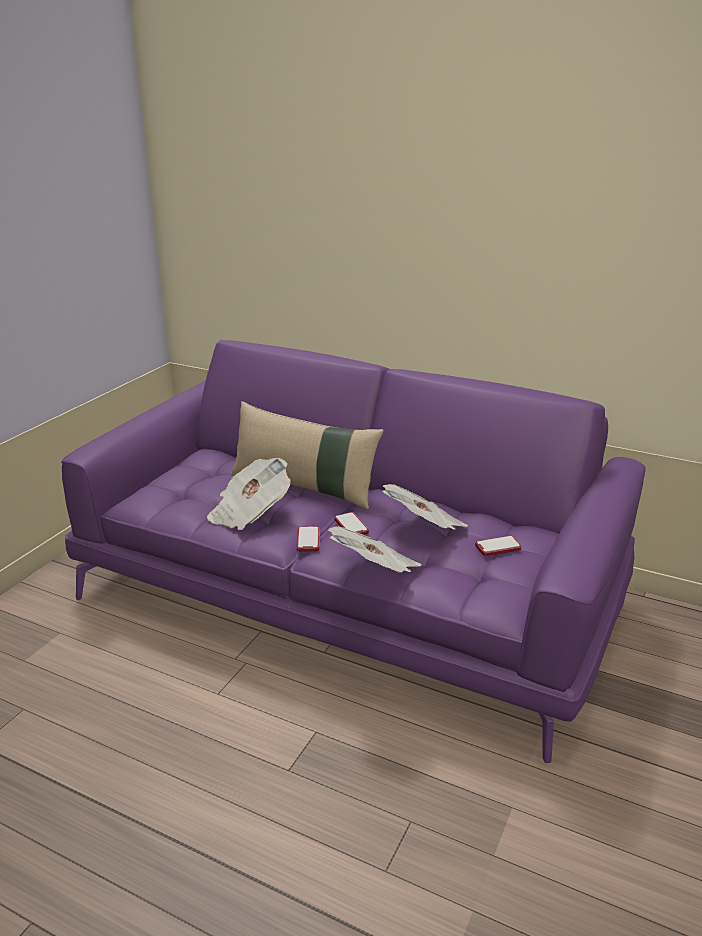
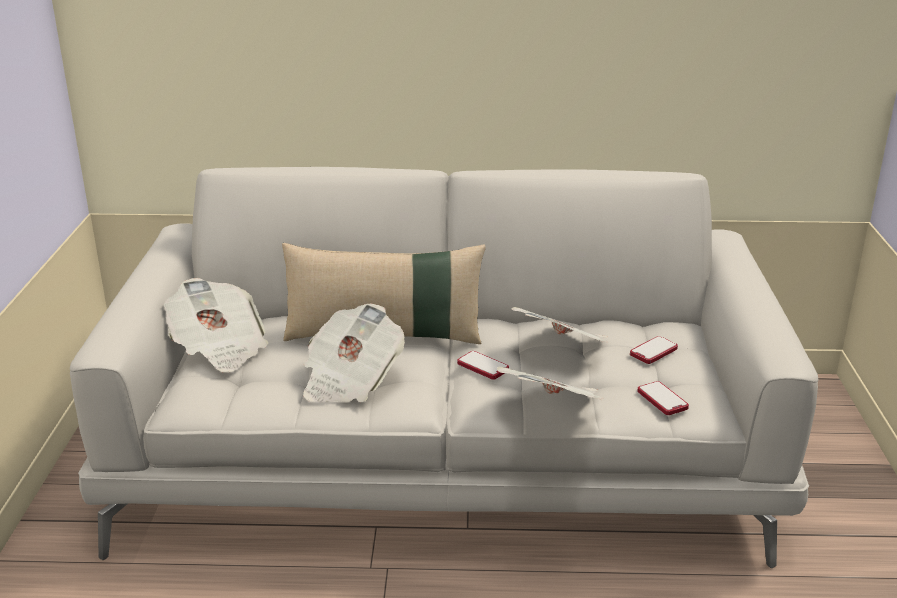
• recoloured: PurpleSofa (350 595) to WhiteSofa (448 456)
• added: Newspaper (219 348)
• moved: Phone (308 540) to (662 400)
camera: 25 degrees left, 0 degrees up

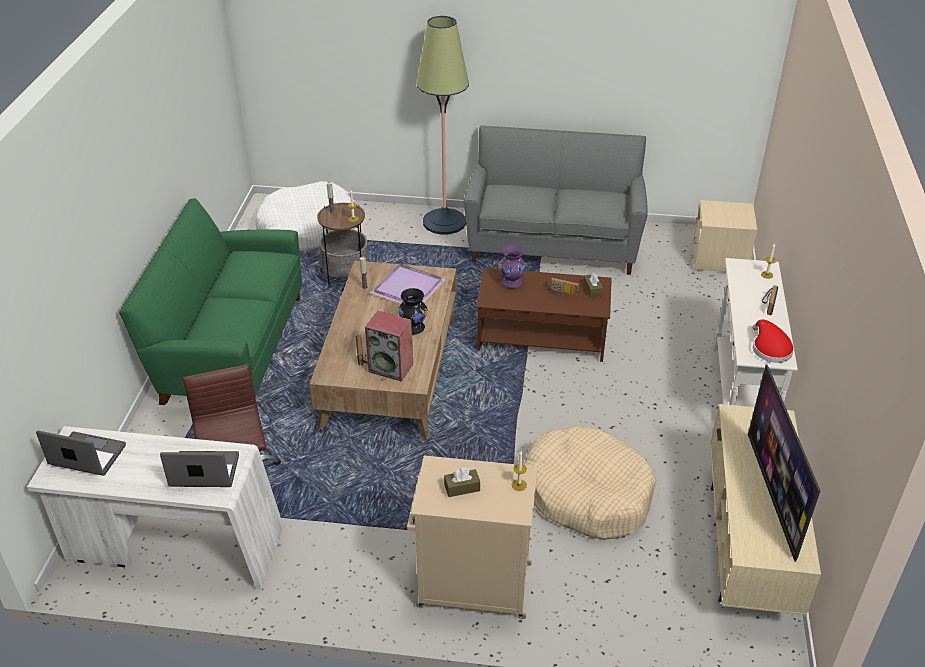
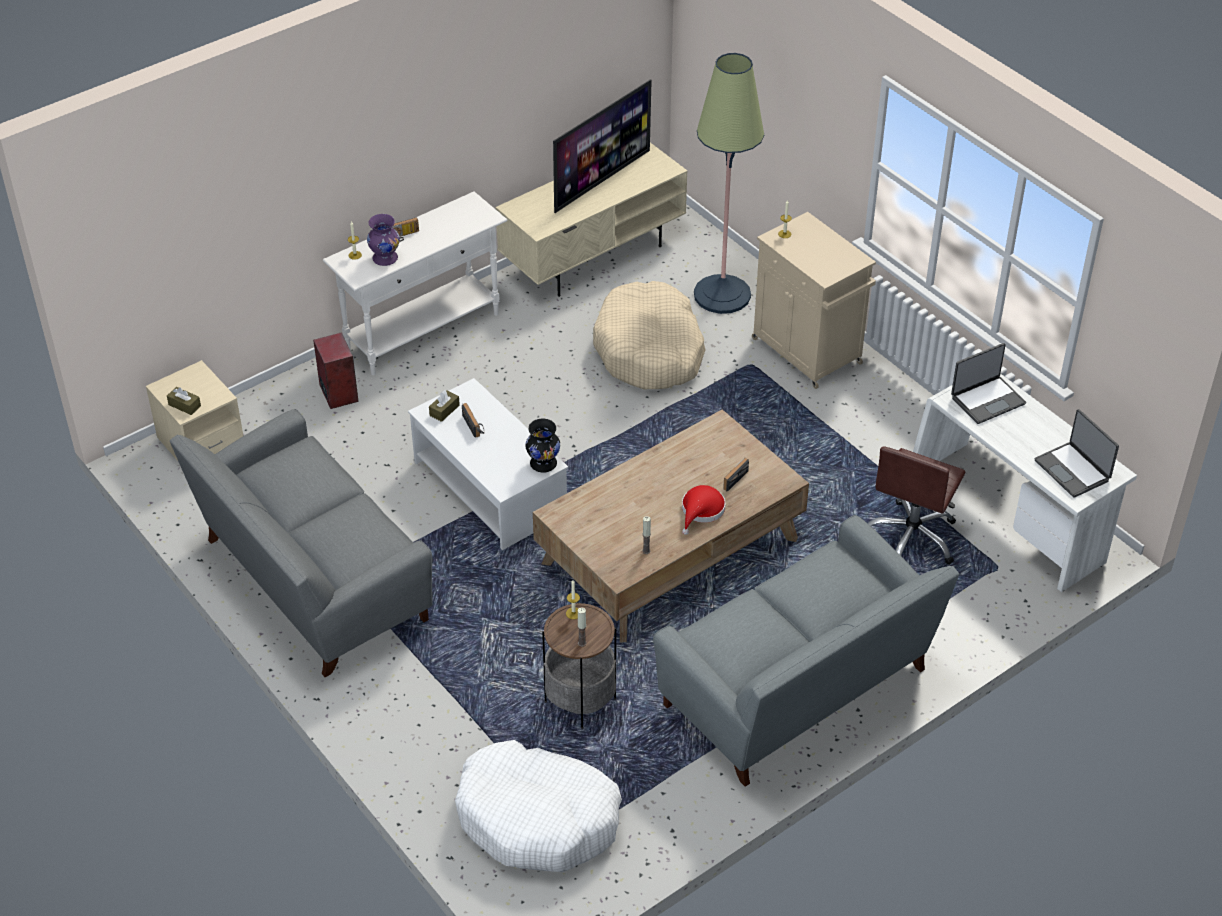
• moved: BrownTissueBox (462 488) to (184 405)
• moved: Speaker (391 368) to (338 393)
• moved: PurpleVase (511 282) to (385 259)
• recoloured: BrownCoffeeTable (542 336) to WhiteCoffeeTable (489 488)
• moved: BlackVase (413 328) to (543 463)
• recoloured: GreenSofa (230 348) to GreySofa (797 690)
• moved: RedHat (770 348) to (701 511)
• moved: FloorLamp (444 222) to (722 295)
• turned: Laptop (204 472) = (987 400) 75 degrees counterclockwise
• removed: PurpleTray (406 288)
camera: 135 degrees left, 5 degrees up

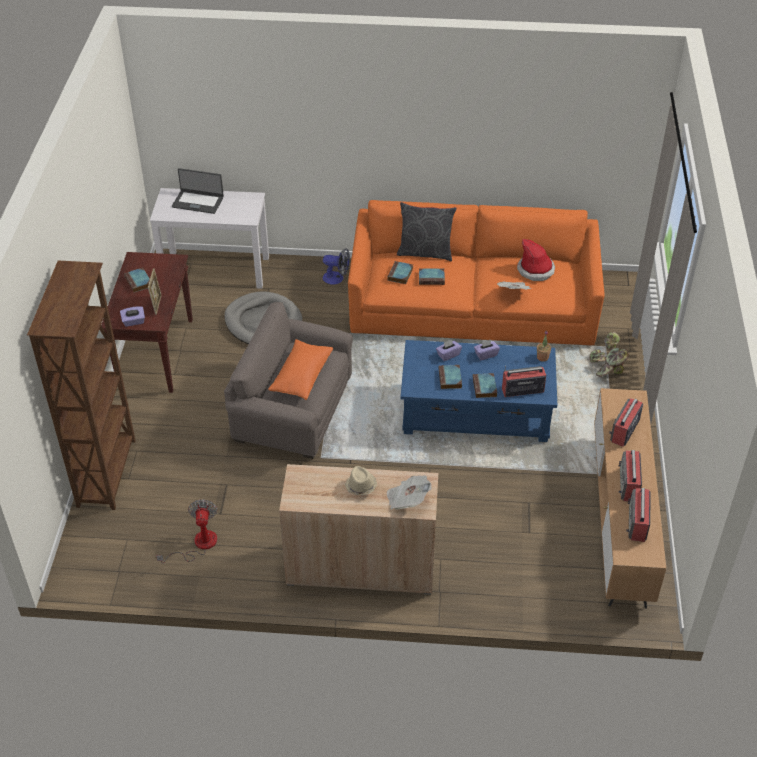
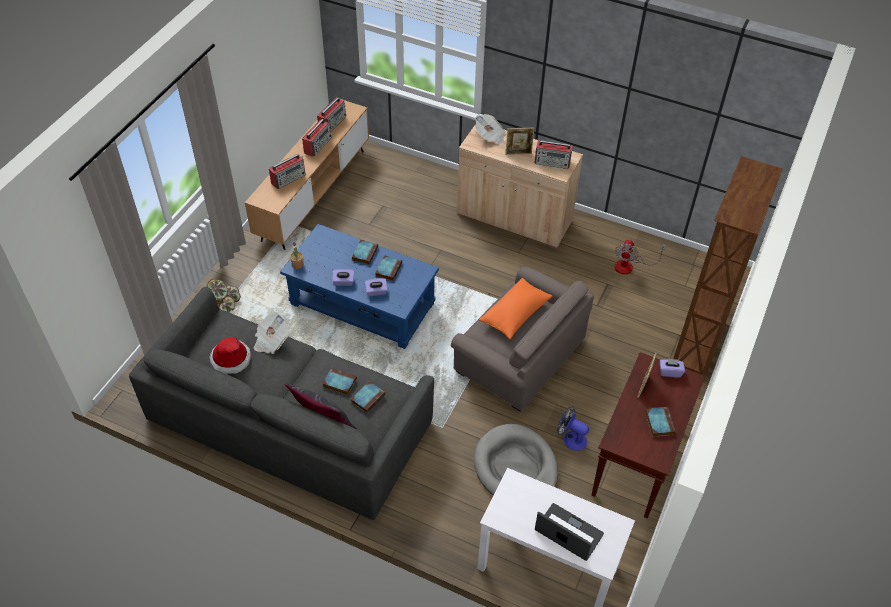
• recoloured: OrangeSofa (473 303) to GreySofa (289 419)
• replaced: BeigeHat (361 486) to PictureFrame (518 153)
• moved: Radio (522 390) to (553 162)
• moved: Fan (337 278) to (571 438)
camera: 160 degrees left, 5 degrees up

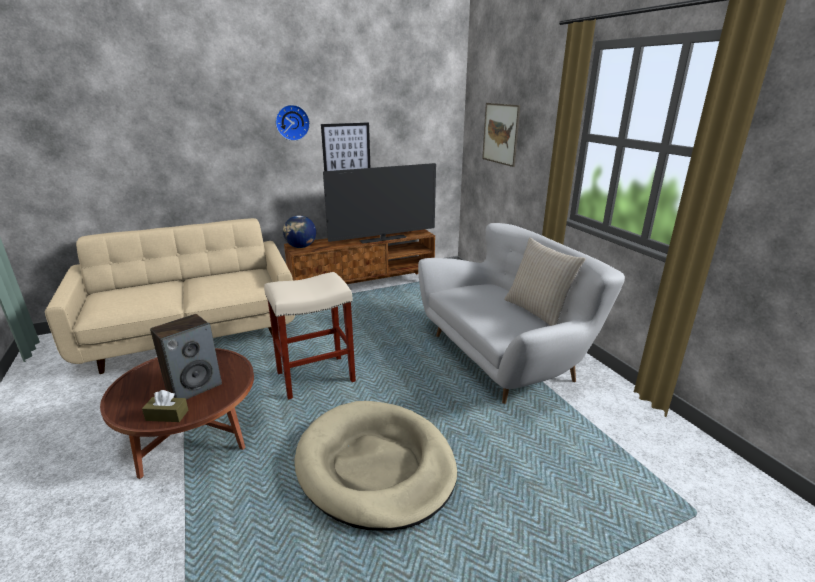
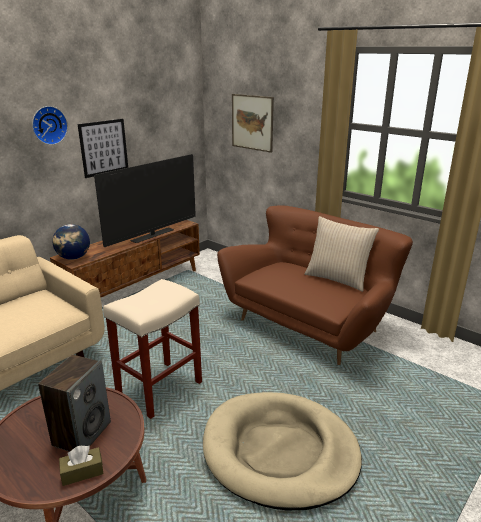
• recoloured: WhiteSofa (504 356) to BrownSofa (310 324)
camera: 25 degrees left, 0 degrees up

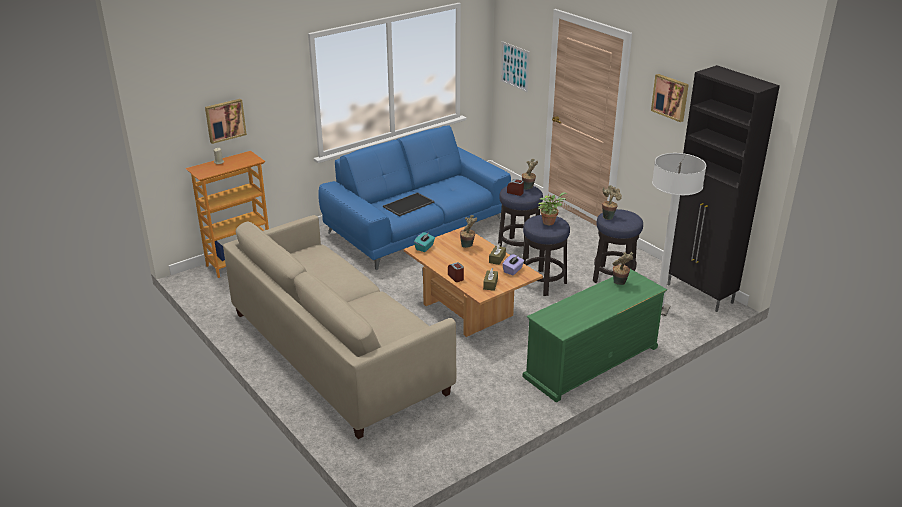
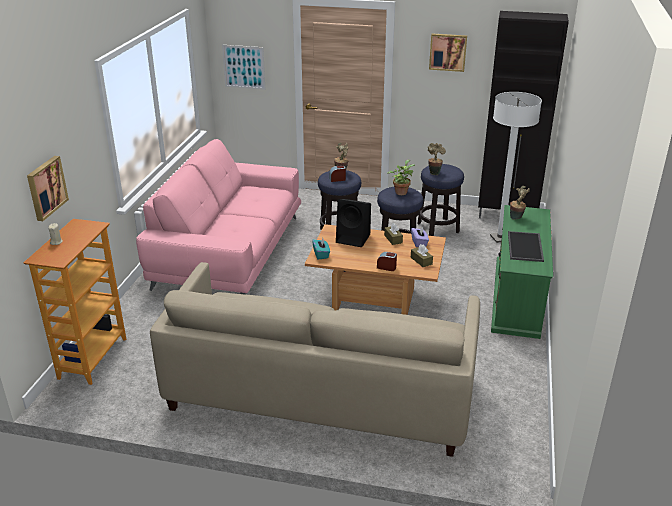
• recoloured: BlueSofa (417 227) to PinkSofa (229 251)
• replaced: PottedPlant (468 246) to BlackSpeaker (354 238)
• moved: Tray (408 205) to (526 247)
camera: 40 degrees left, 0 degrees up

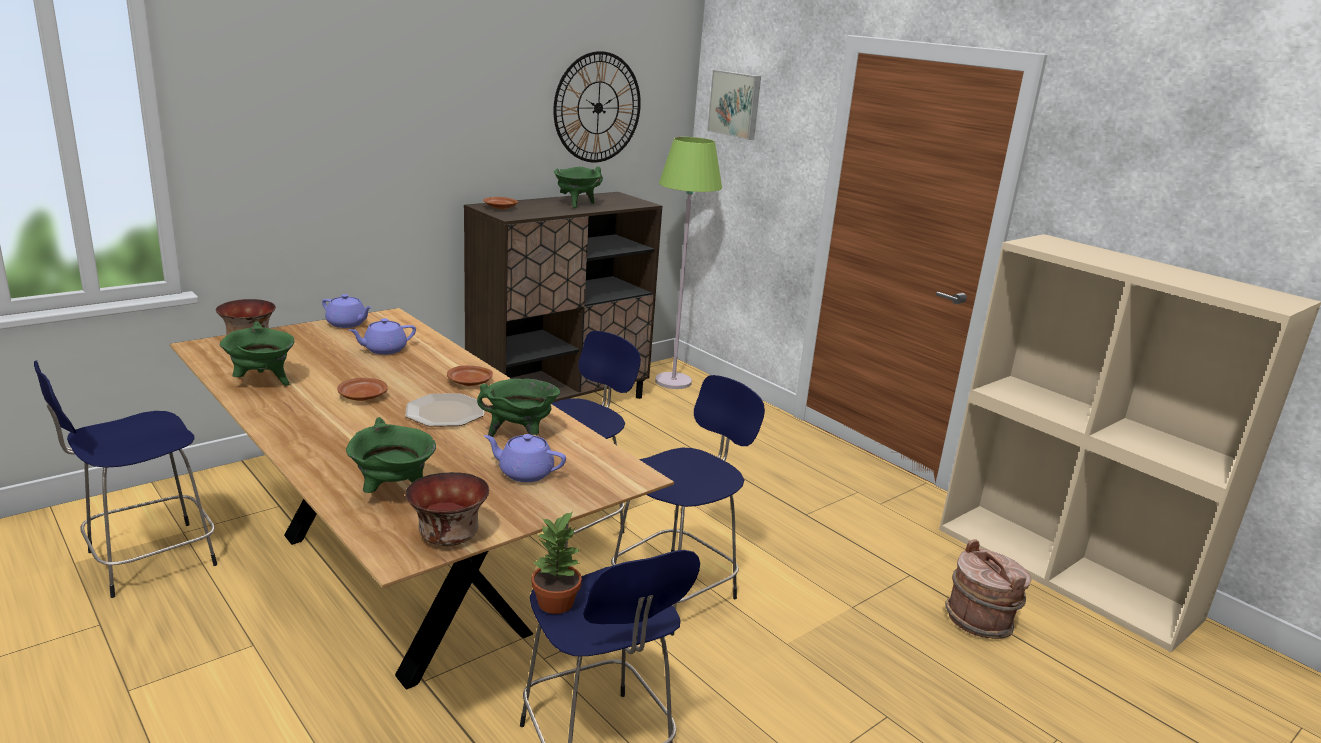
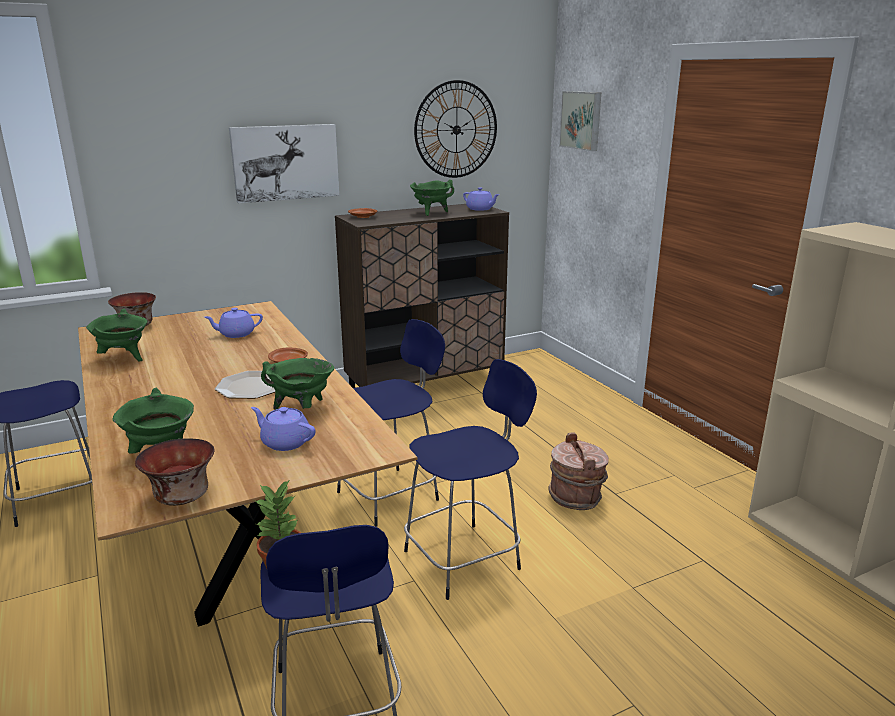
• added: Picture (285 162)
• moved: PurpleTeapot (347 324) to (480 209)
• moved: BrownBucket (980 620) to (576 497)
• removed: BrownPlate (362 396)
• removed: GreenFloorLamp (673 382)
camera: 15 degrees right, 0 degrees up

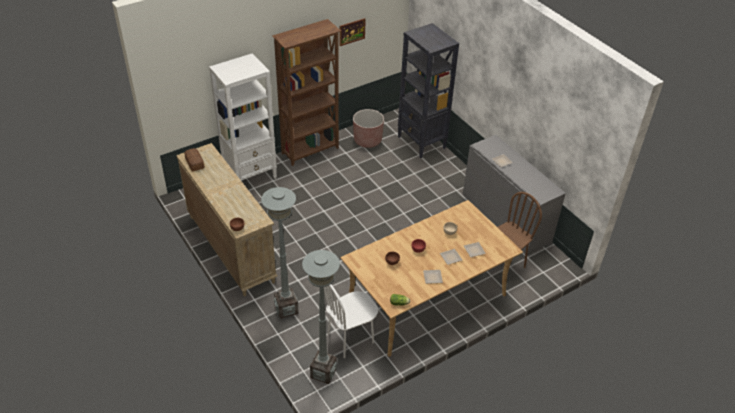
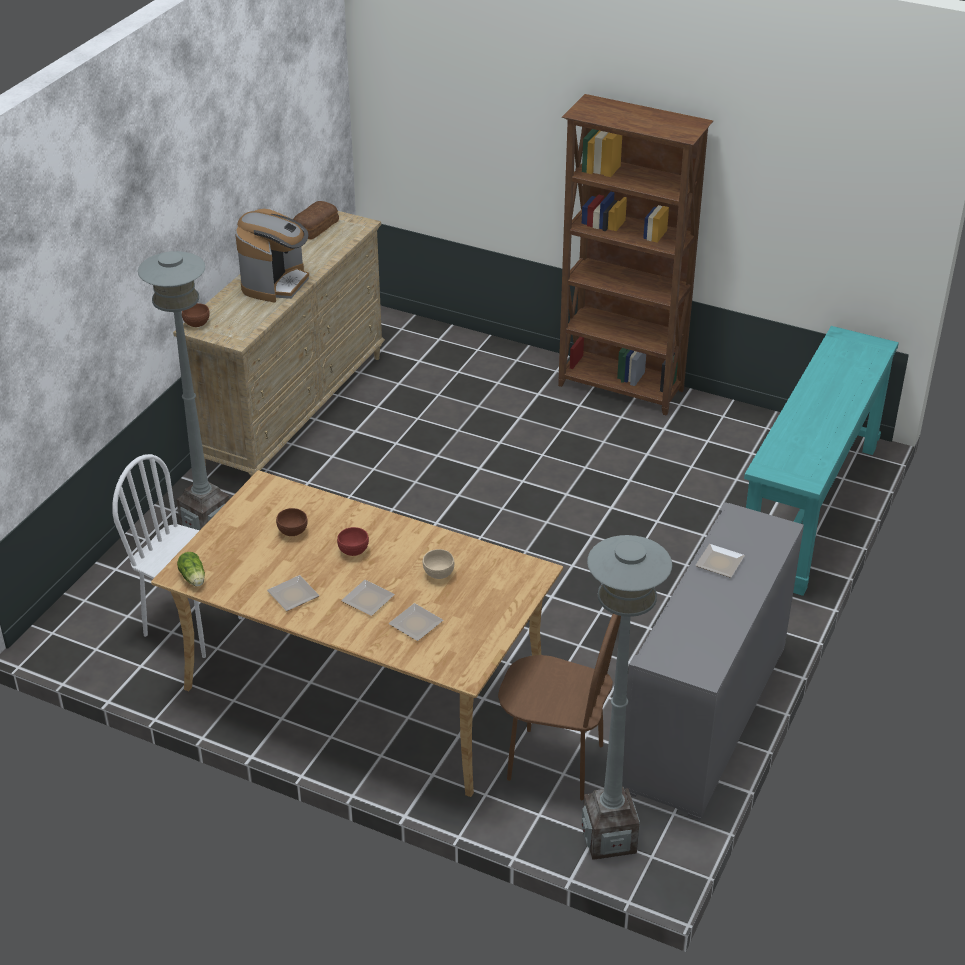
• added: CoffeeMachine (276 283)
• moved: GreyFloorLamp (323 373) to (608 838)
• replaced: BlackBookcase (421 142) to TurquoiseConsoleTable (809 509)
• removed: WhiteBookcase (251 176)
• removed: Picture (352 32)
• removed: BrownPlanter (367 140)
camera: 60 degrees right, 5 degrees down

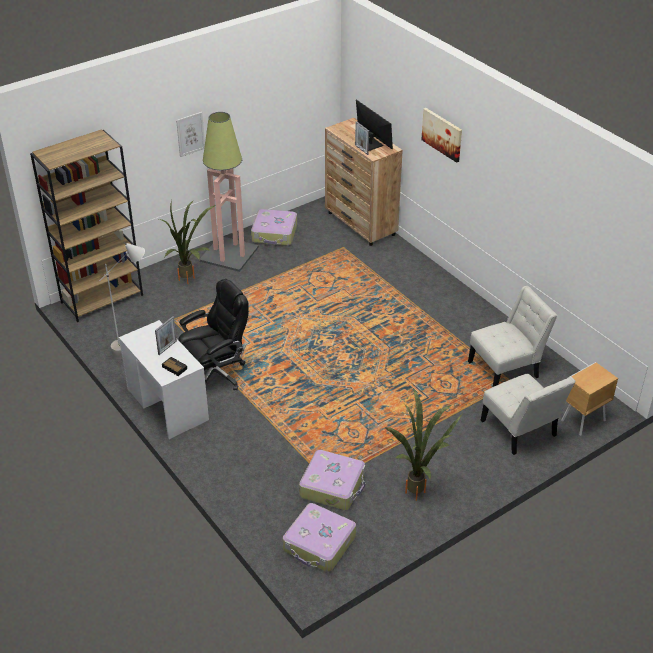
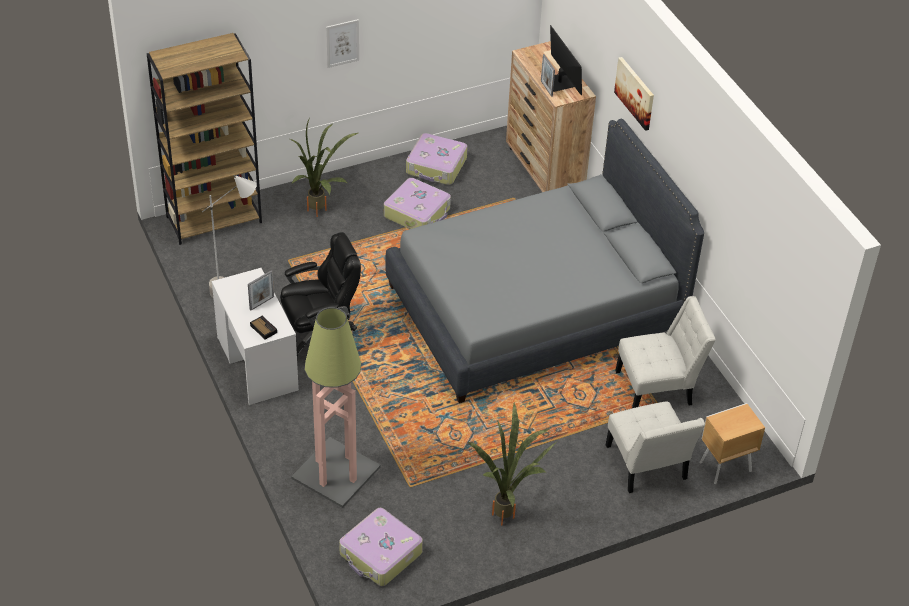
• moved: FloorLamp (228 254) to (334 473)
• moved: Suitcase (333 486) to (418 213)
• added: GreyBed (535 309)
camera: 10 degrees right, 5 degrees up

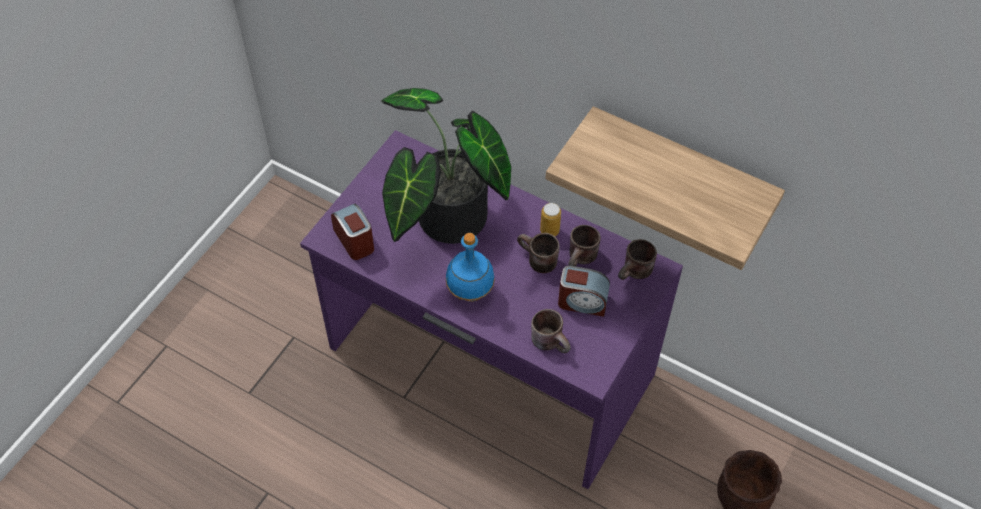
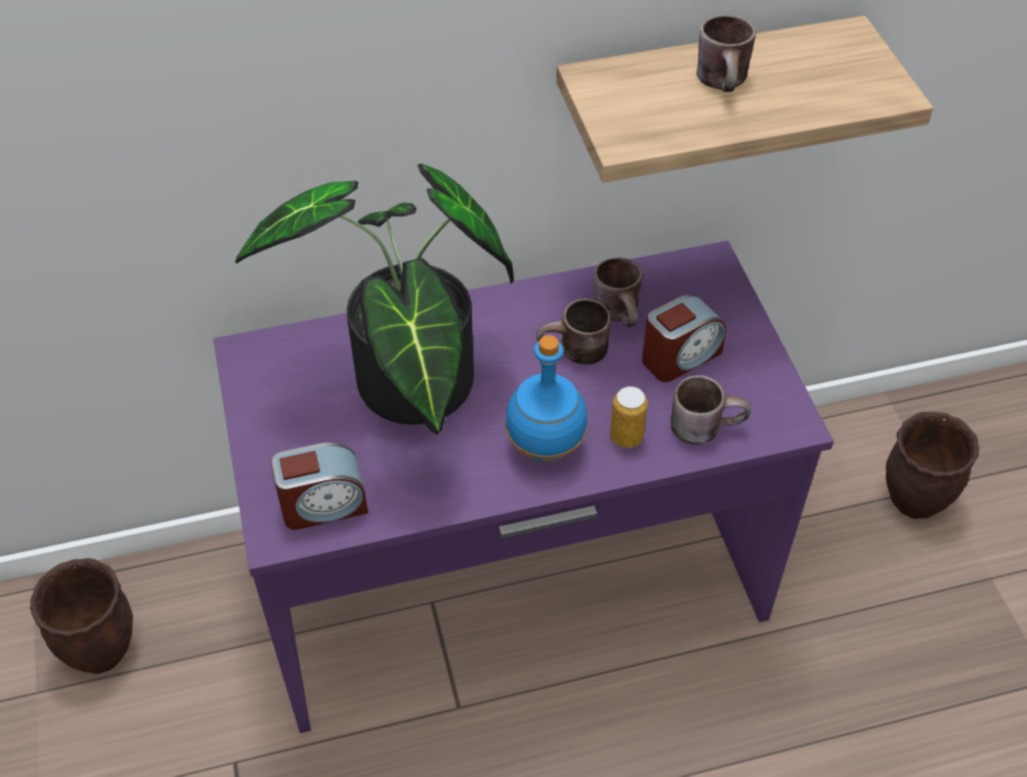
• added: BrownPlanter (103 651)
• turned: AlarmClock (355 240) = (323 505) 150 degrees clockwise
• moved: Can (549 231) to (626 437)
• moved: BrownMug (636 273) to (727 83)
camera: 45 degrees left, 5 degrees down

